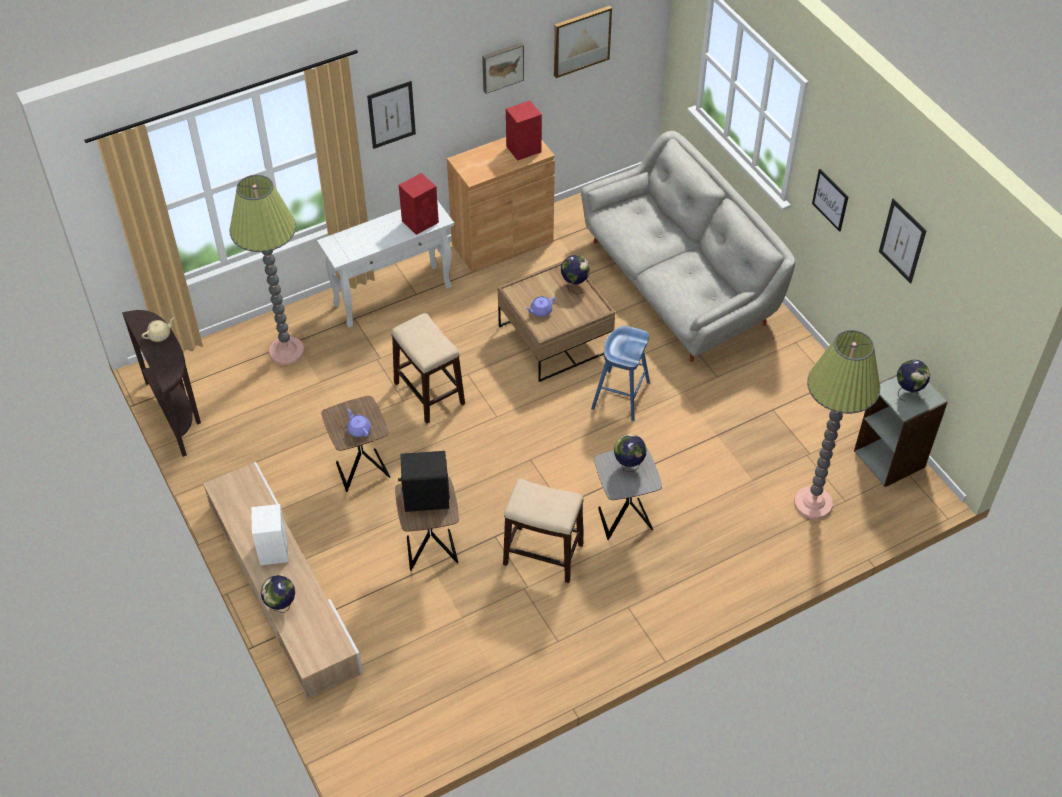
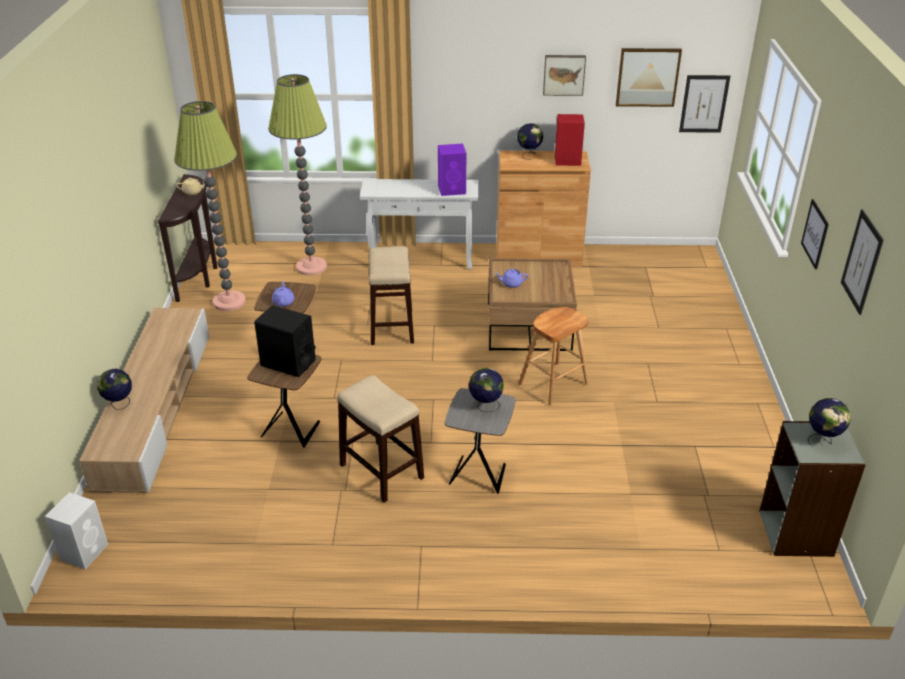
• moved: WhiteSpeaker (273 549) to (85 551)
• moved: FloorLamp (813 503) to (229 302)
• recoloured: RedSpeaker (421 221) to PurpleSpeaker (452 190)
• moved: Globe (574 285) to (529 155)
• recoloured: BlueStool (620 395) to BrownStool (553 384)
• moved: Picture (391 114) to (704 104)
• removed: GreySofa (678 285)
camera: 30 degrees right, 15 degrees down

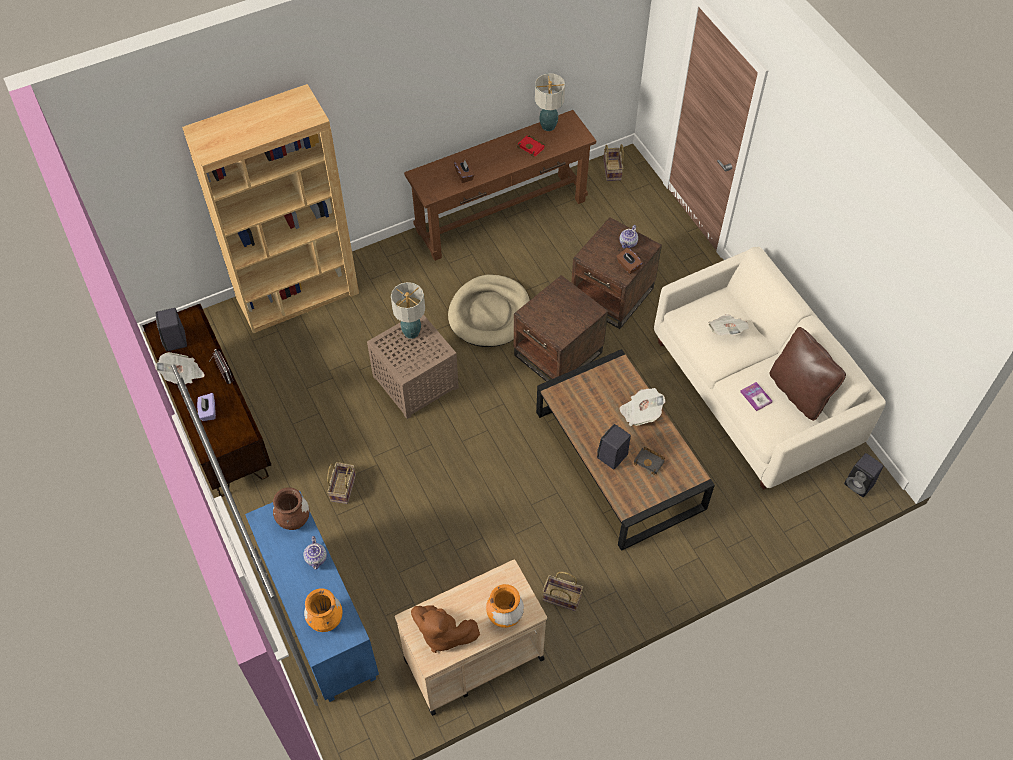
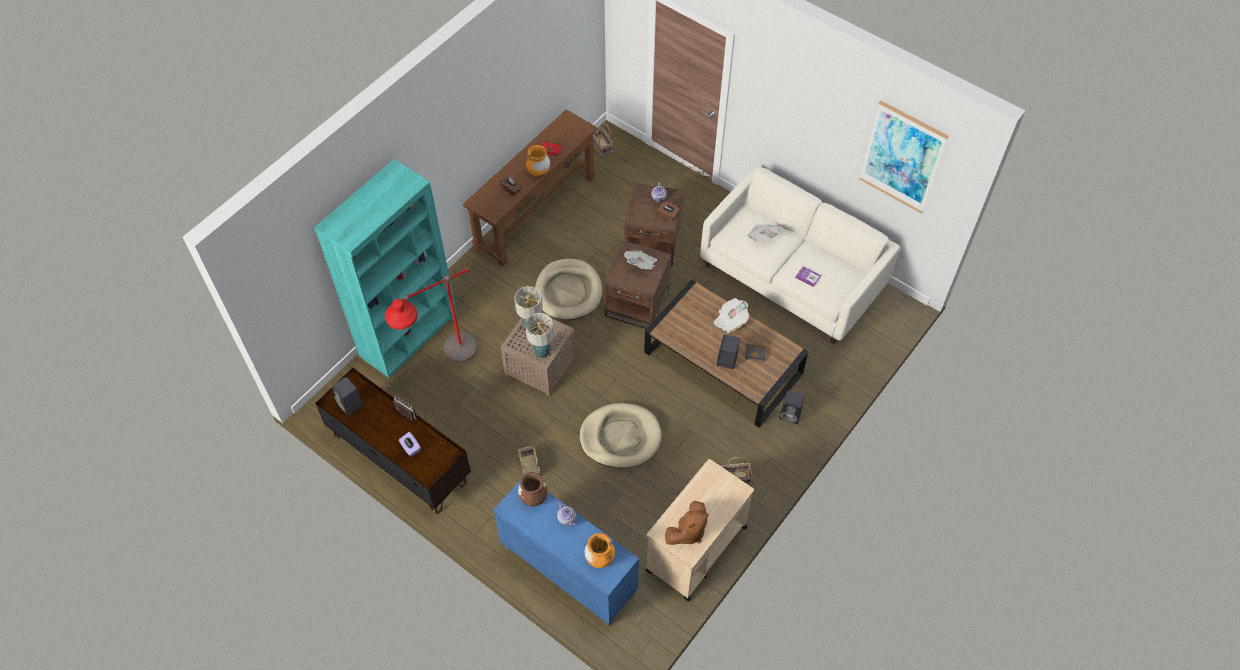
• recoloured: BrownBookcase (298 296) to TurquoiseBookcase (409 335)
• added: RedFloorLamp (445 365)
• moved: TableLamp (548 126) to (542 353)
• moved: OrangeVase (505 616) to (538 172)
• added: BeigeDogBed (620 437)
• moved: Newspaper (182 375) to (641 264)
• turned: BrownPlushToy (442 634) = (688 532) 45 degrees counterclockwise
• moved: BlackSpeaker (860 484) to (791 414)
• added: Picture (902 157)
• removed: BrownPillow (799 392)
camera: 25 degrees left, 0 degrees up

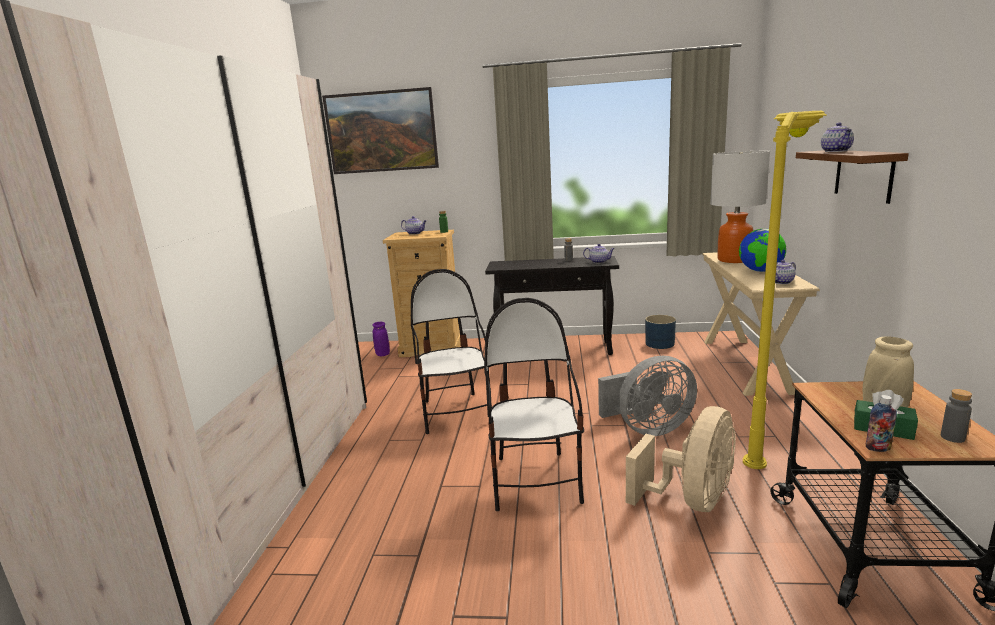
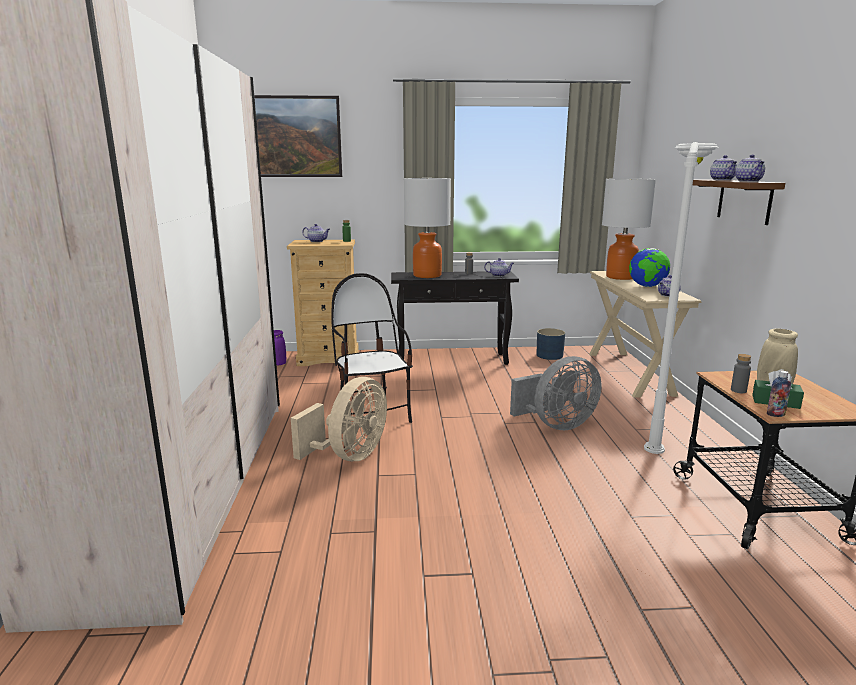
• moved: BeigeFan (691 500) to (349 455)
• added: TableLamp (427 275)
• recoloured: YellowFloorLamp (767 432) to WhiteFloorLamp (659 425)
• moved: GreyBottle (952 437) to (738 390)
• added: Teapot (749 181)
• removed: Chair (535 481)
camera: 10 degrees left, 0 degrees up

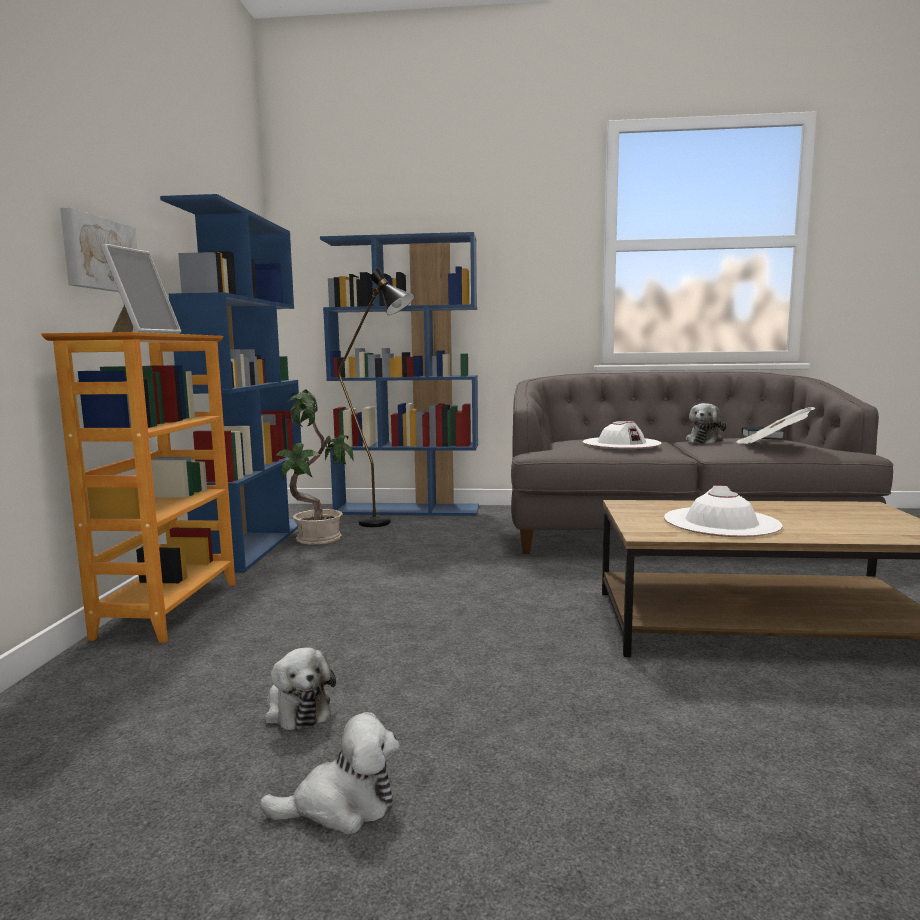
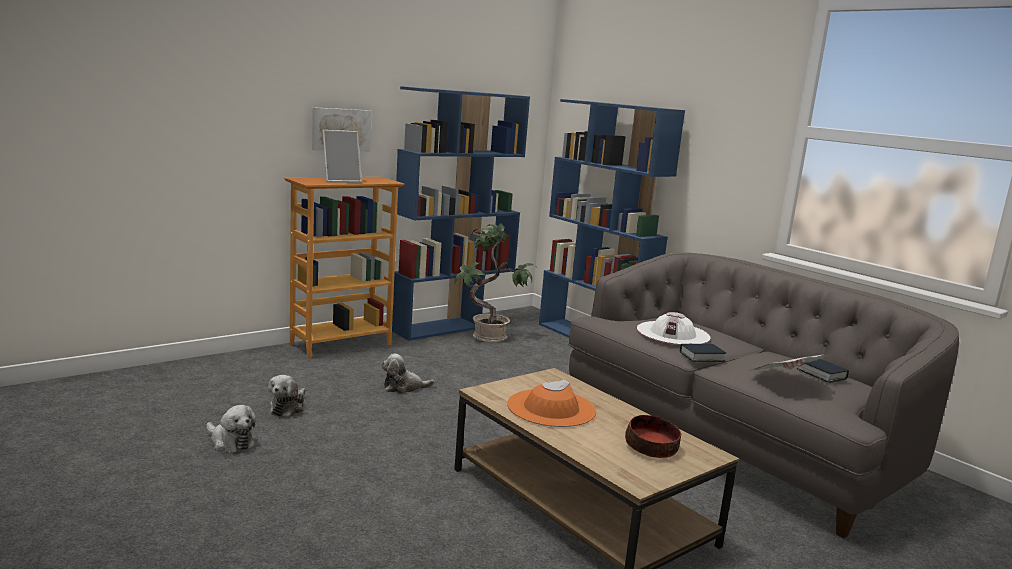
• moved: PlushToy (705 441) to (403 387)
• recoloured: WhiteHat (721 522) to OrangeHat (551 408)
• added: Bowl (651 448)
• added: Book (701 357)
• removed: BlackFloorLamp (385 524)
camera: 45 degrees right, 5 degrees up

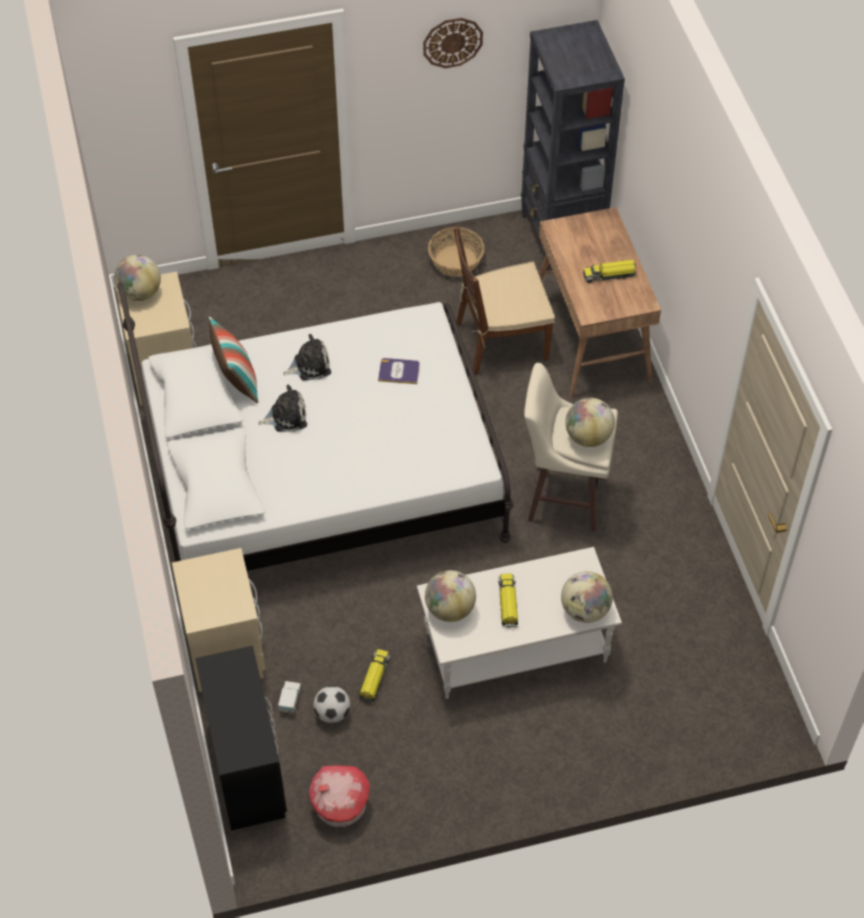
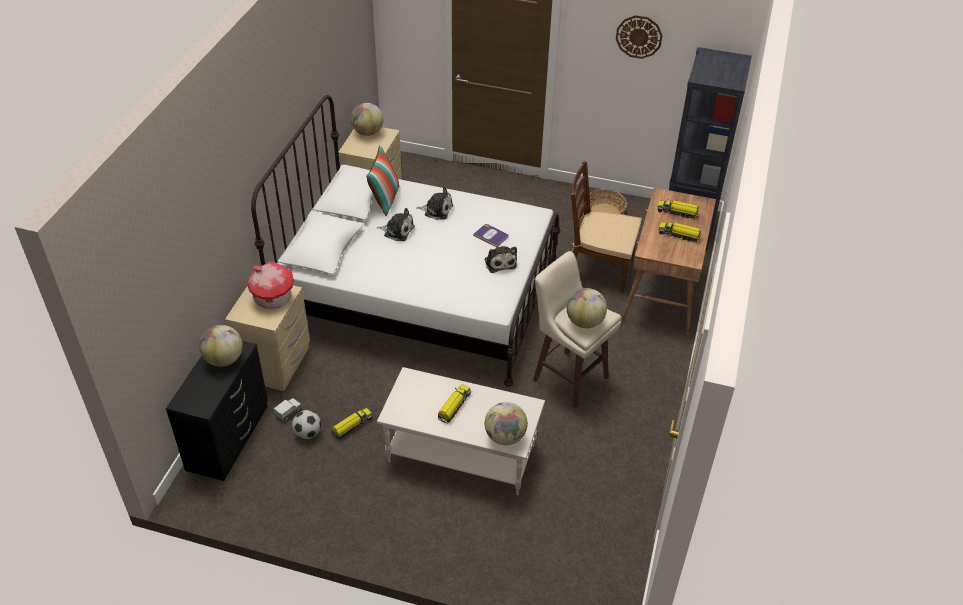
• moved: Globe (450 609) to (224 359)
• moved: ToyHouse (340 806) to (272 298)
• added: PlushToy (500 262)
• added: ToyTruck (677 212)
camera: 30 degrees right, 10 degrees down

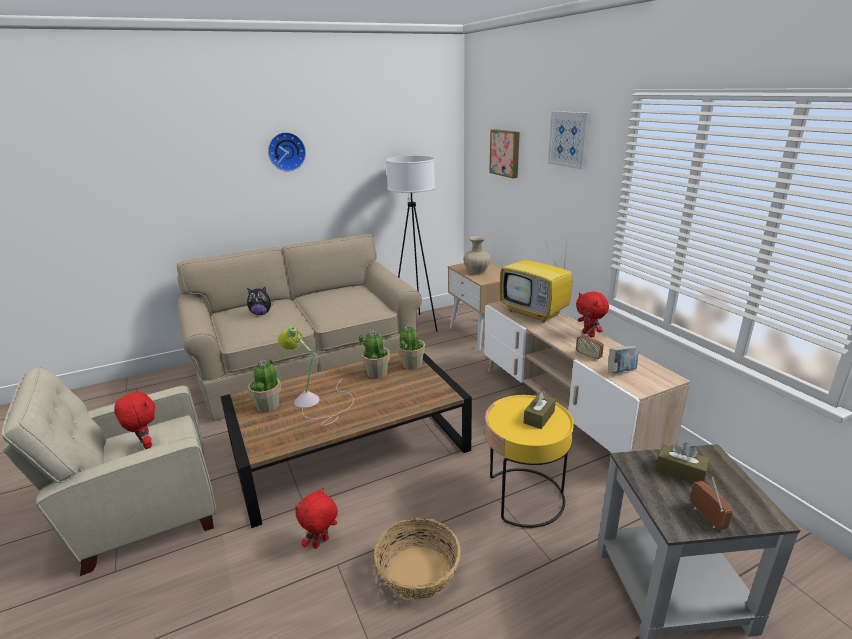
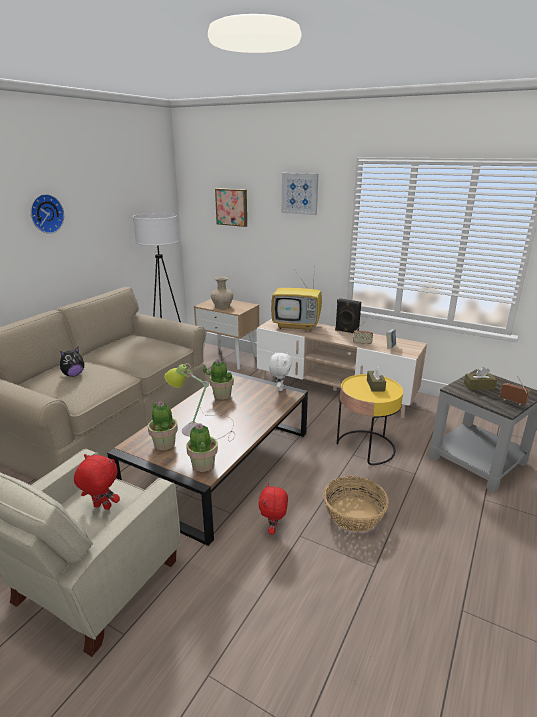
• moved: PottedPlant (411 365) to (203 465)
• added: WhitePlushToy (280 388)
• replaced: RedPlushToy (589 335) to BlackSpeaker (346 331)
camera: 35 degrees left, 0 degrees up

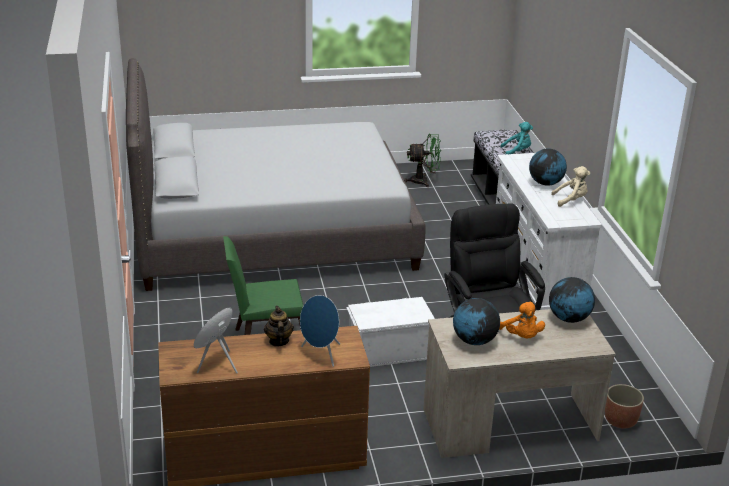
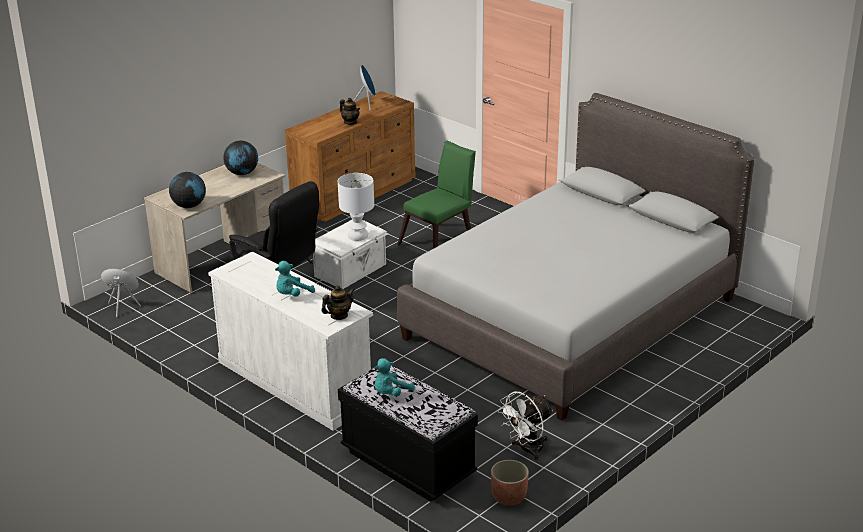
• moved: BlueSpeaker (321 354) to (123 307)
• replaced: Globe (545 183) to TurquoisePlushToy (292 295)
• added: Teapot (339 316)
• added: WhiteTableLamp (358 236)
• moved: Planter (620 420) to (509 497)
• recoloured: GreenFan (423 181) to WhiteFan (526 450)
• removed: OrangePlushToy (521 337)
• removed: BeigePlushToy (571 200)
camera: 145 degrees right, 0 degrees up

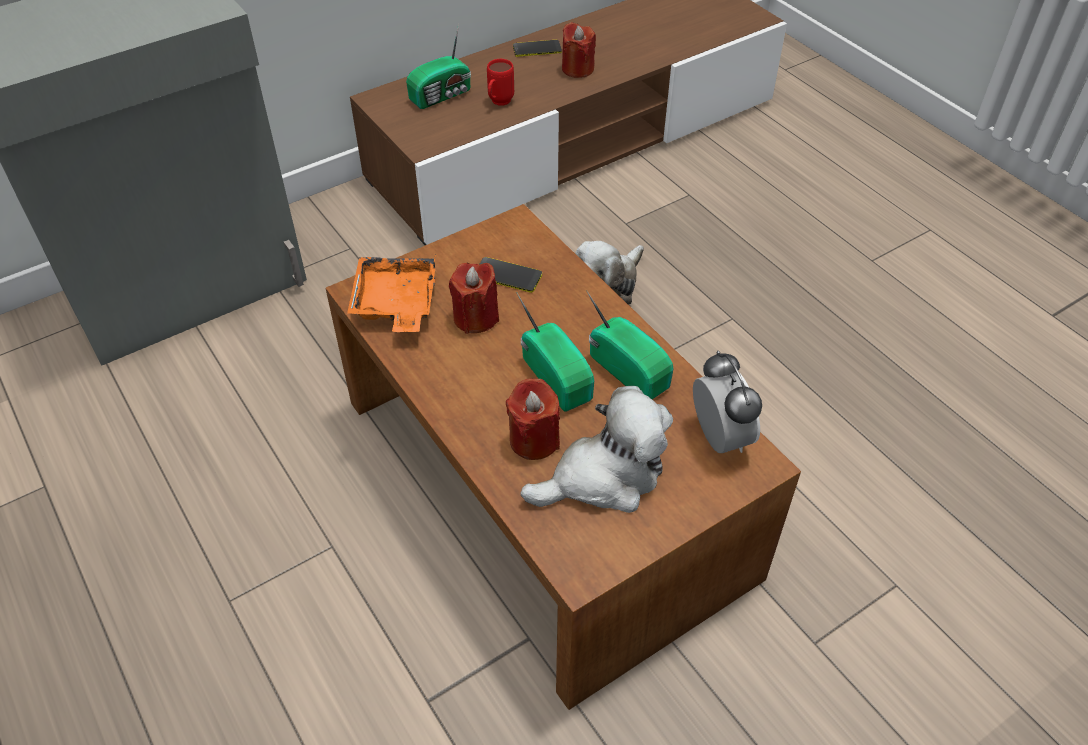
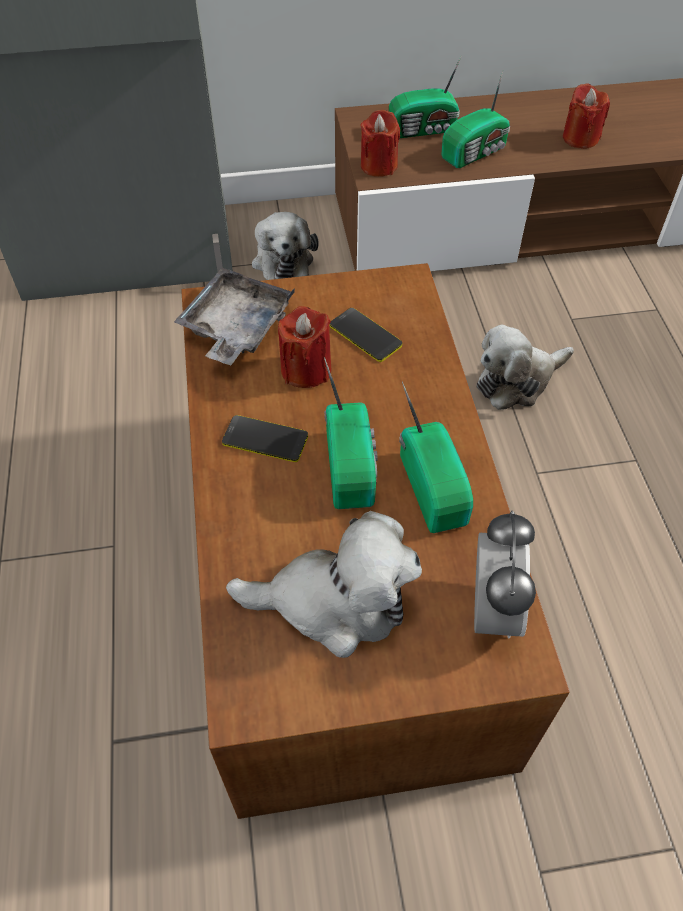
• recoloured: OrangeTray (395 304) to GreyTray (236 328)
• moved: Phone (537 49) to (265 439)
• added: PlushToy (282 259)
• moved: RedCandle (534 440) to (378 166)
• replaced: RedMug (498 103) to Radio (476 152)
camera: 25 degrees right, 5 degrees up

